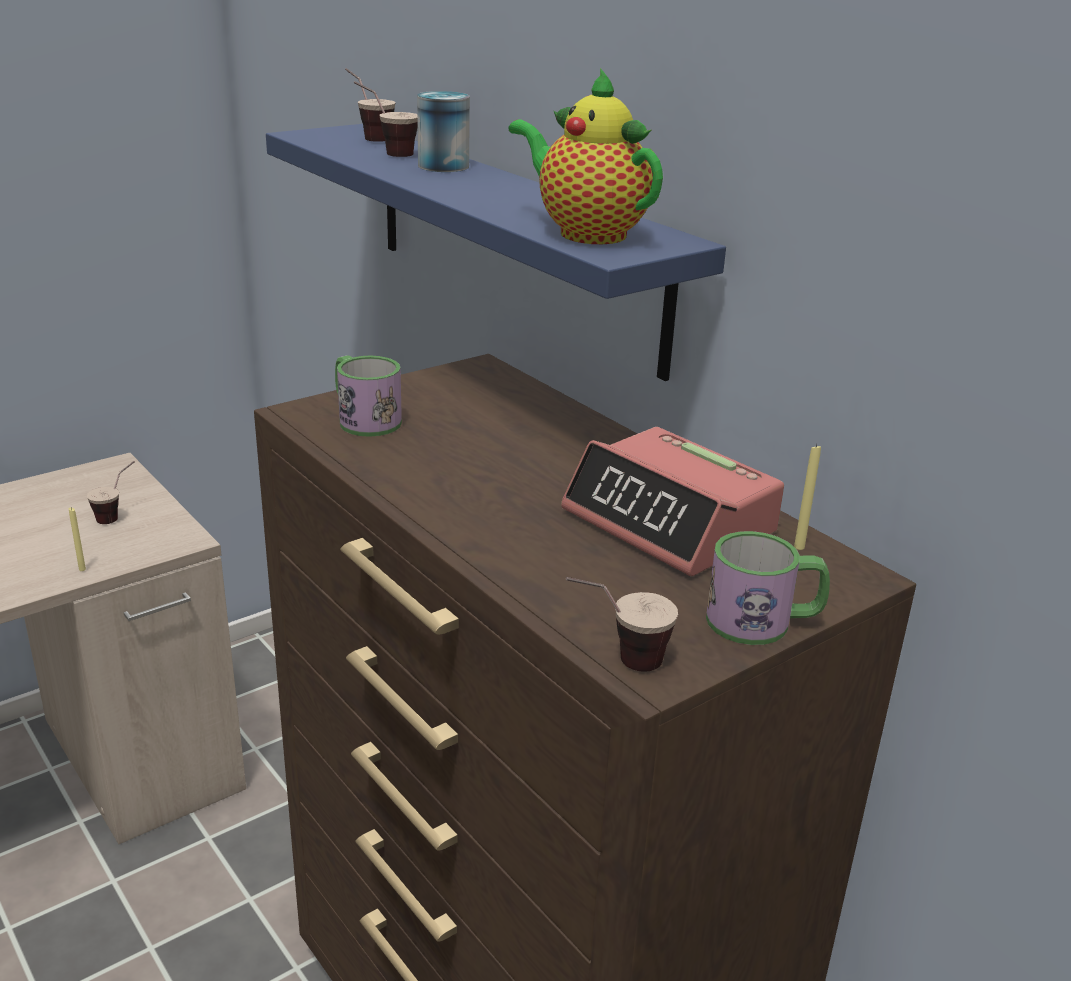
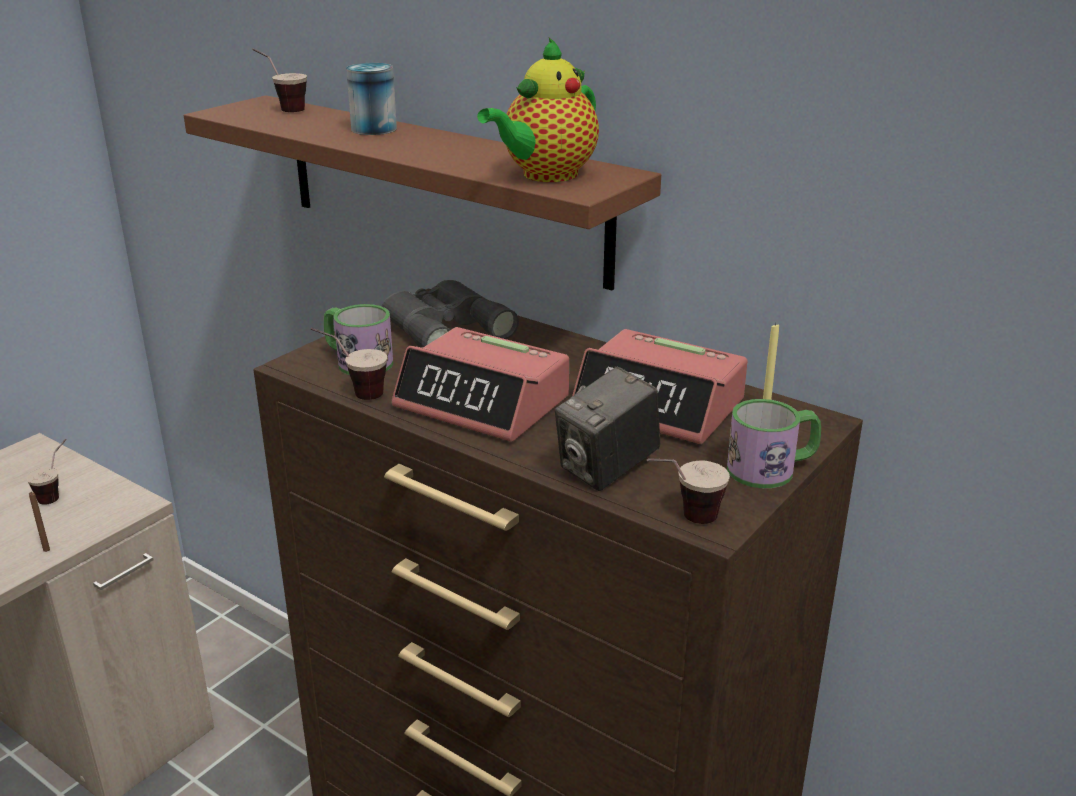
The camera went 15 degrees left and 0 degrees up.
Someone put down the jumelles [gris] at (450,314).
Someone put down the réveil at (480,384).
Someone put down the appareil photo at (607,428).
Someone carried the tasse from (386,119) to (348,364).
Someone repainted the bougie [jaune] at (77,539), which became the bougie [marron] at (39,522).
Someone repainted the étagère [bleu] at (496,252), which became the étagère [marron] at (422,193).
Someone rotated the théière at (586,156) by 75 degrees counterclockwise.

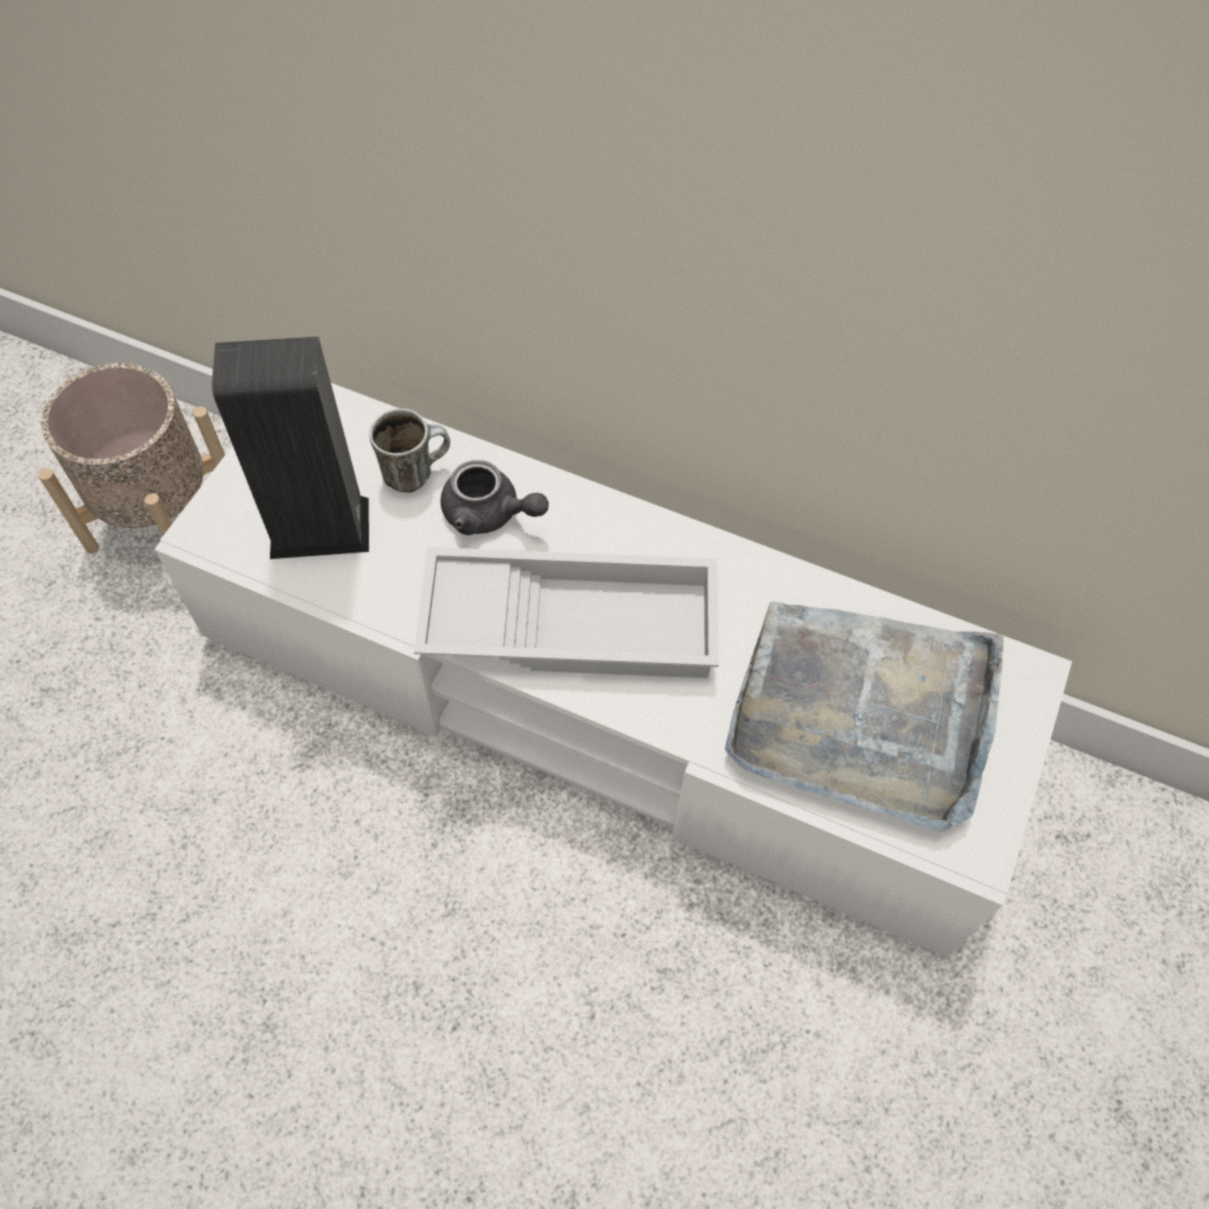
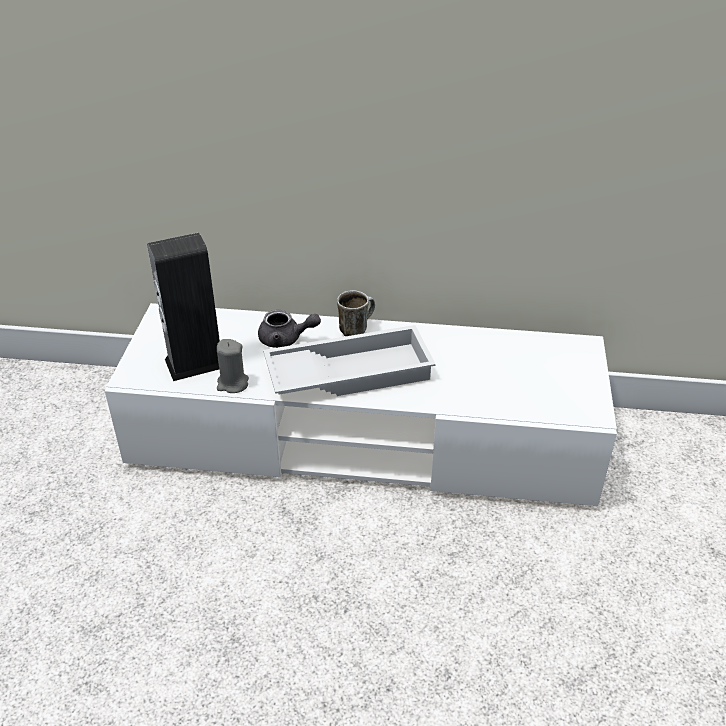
The camera went 15 degrees left and 20 degrees down.
Someone took away the cache-pot [beige] at (131,458).
Someone took away the plateau [gris] at (864,716).
Someone put down the bougie [gris] at (233,366).
Someone carried the mug from (409,451) to (356,313).

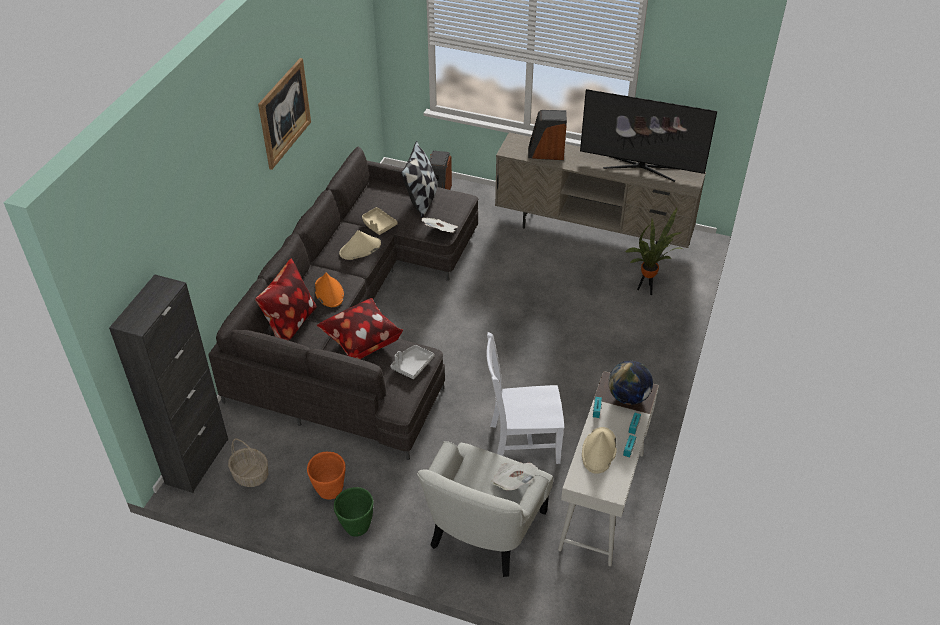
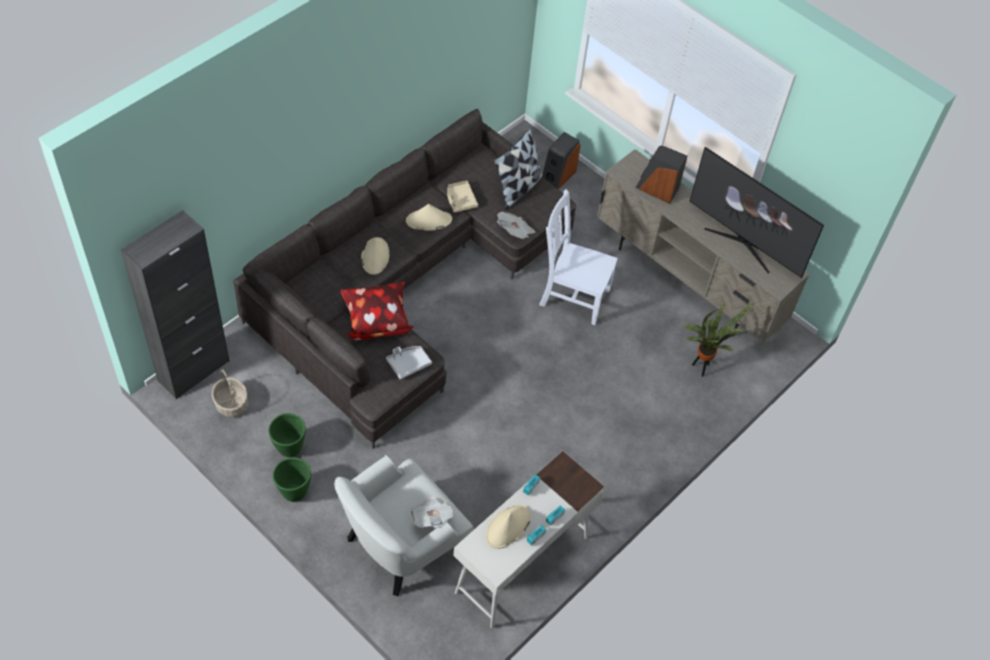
The camera went 20 degrees right and 10 degrees up.
Someone took away the coussin at (286,299).
Someone took away the tableau at (284,114).
Someone took away the globe at (630,383).
Someone carried the chaise [blanc] from (525,398) to (578,257).
Someone repainted the cache-pot [orange] at (326,476), which became the cache-pot [vert] at (287,435).
Someone repainted the chapeau [orange] at (329,290), which became the chapeau [beige] at (375,256).

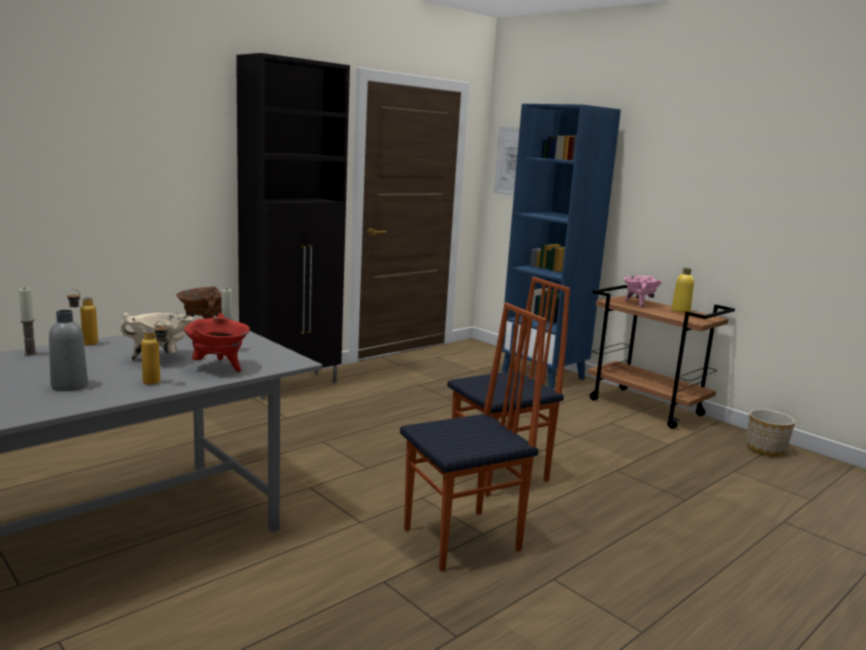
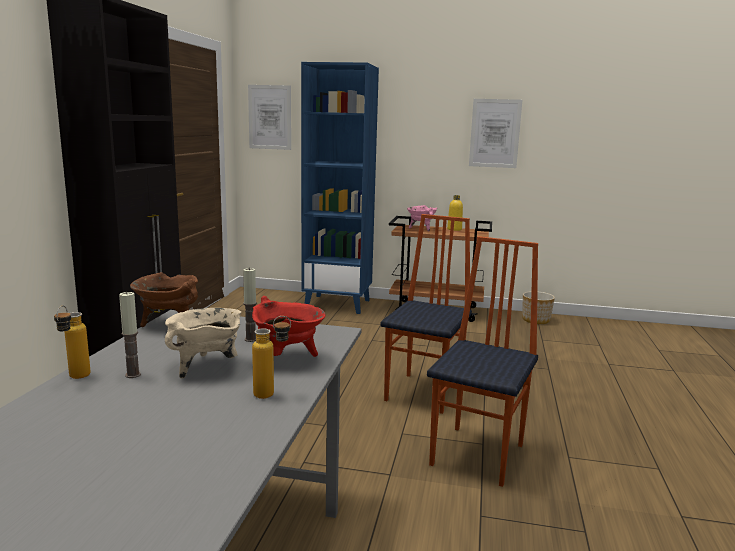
The camera went 35 degrees left and 0 degrees up.
Someone took away the bouteille [gris] at (68,350).
Someone put up the tableau at (495,133).
Someone carried the bougie from (28,321) to (130,334).

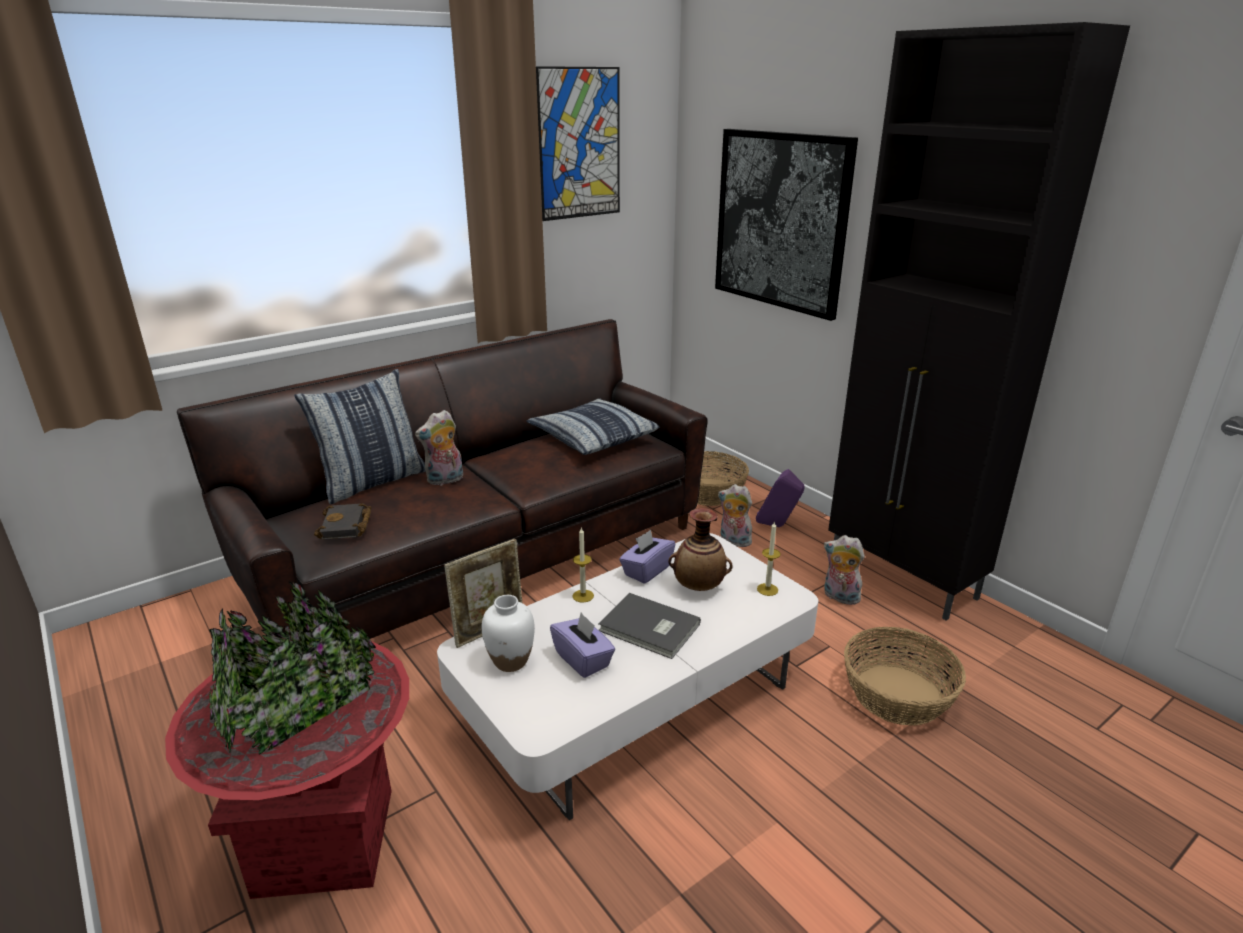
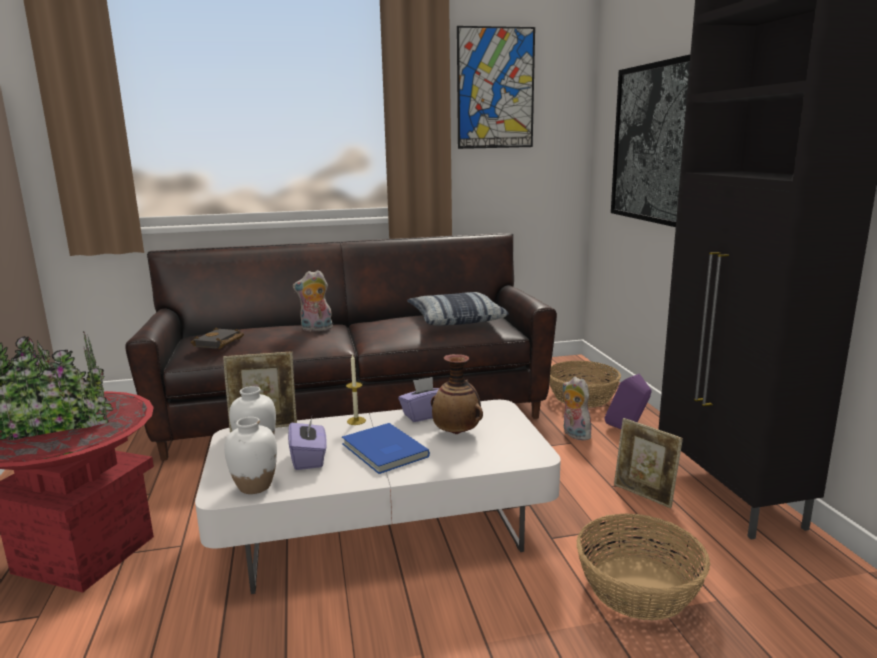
The camera went 25 degrees right and 10 degrees down.
Someone took away the coussin at (360,436).
Someone took away the bougie at (769,558).
Someone put down the vase [blanc] at (250,455).
Someone swapped the peluche at (844,570) for the cadre photo at (648,463).
Someone repainted the livre [gris] at (649,626), which became the livre [bleu] at (386,448).

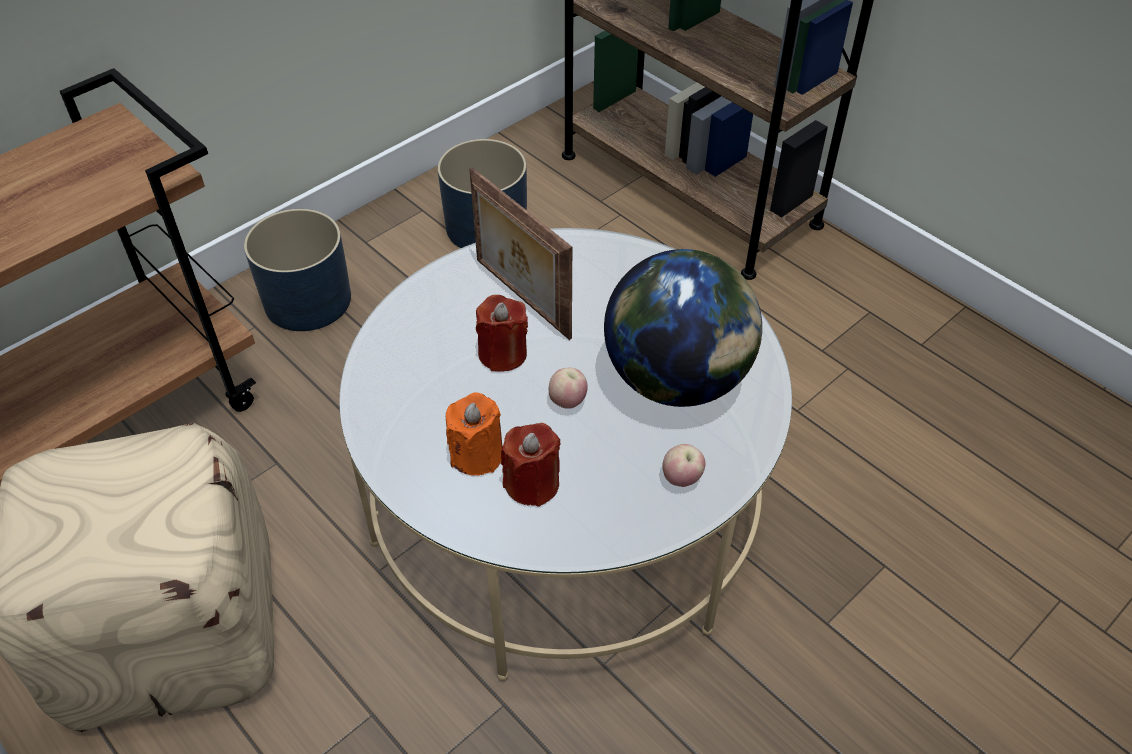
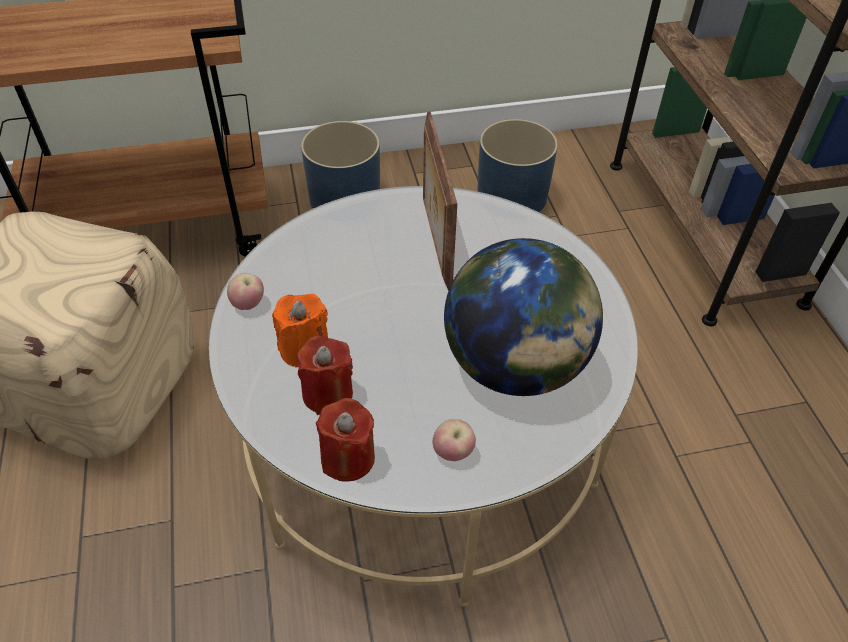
The camera went 30 degrees right and 0 degrees up.
Someone carried the bougie [rouge] from (502,333) to (345,440).
Someone carried the pomme from (568,388) to (245,291).

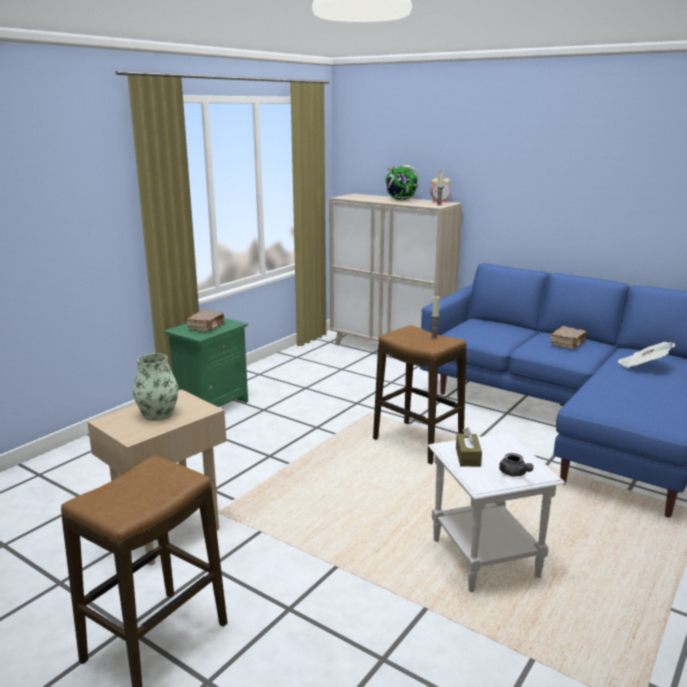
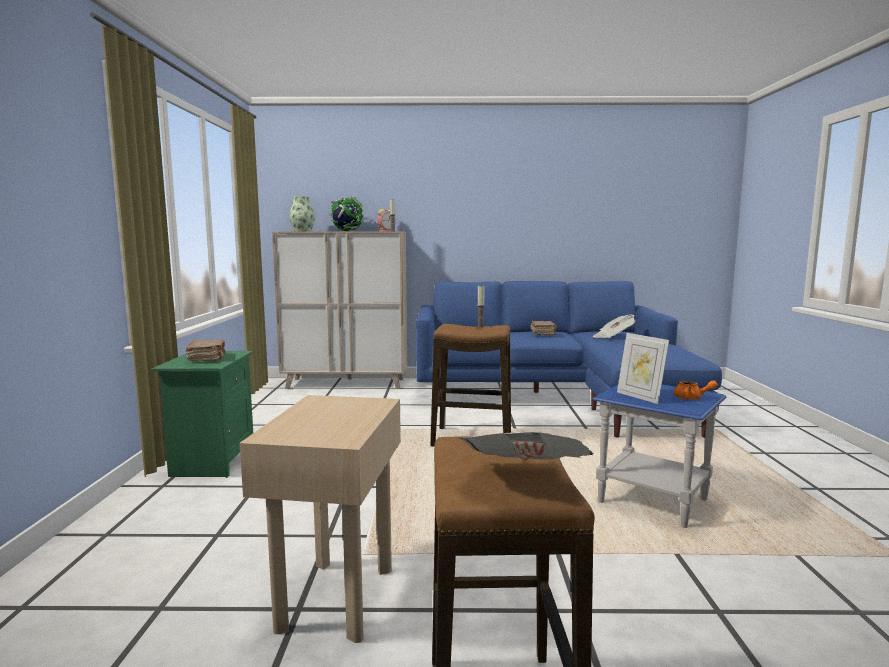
The camera went 35 degrees left and 10 degrees down.
Someone put down the journal at (526,446).
Someone carried the vase from (156,386) to (302,213).
Someone swapped the boîte à mouchoirs [marron] at (469,447) for the cadre photo at (643,368).
Someone repainted the table d'appoint [blanc] at (496,512), which became the table d'appoint [bleu] at (659,456).
Someone repainted the théière [gris] at (516,464), which became the théière [orange] at (696,390).

